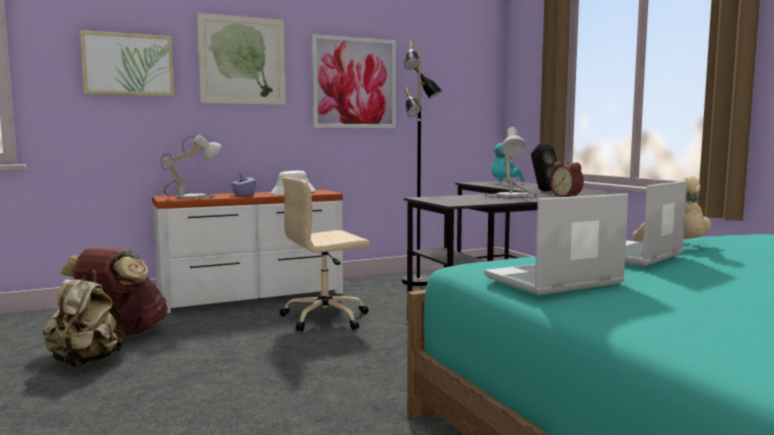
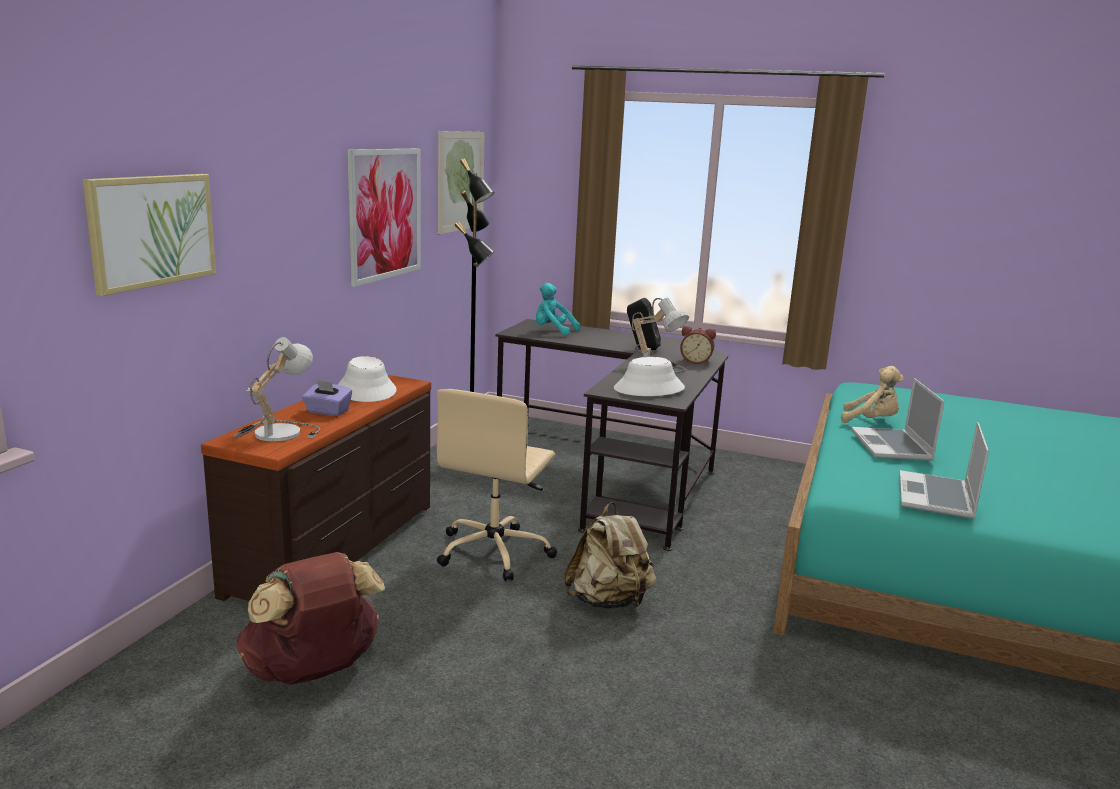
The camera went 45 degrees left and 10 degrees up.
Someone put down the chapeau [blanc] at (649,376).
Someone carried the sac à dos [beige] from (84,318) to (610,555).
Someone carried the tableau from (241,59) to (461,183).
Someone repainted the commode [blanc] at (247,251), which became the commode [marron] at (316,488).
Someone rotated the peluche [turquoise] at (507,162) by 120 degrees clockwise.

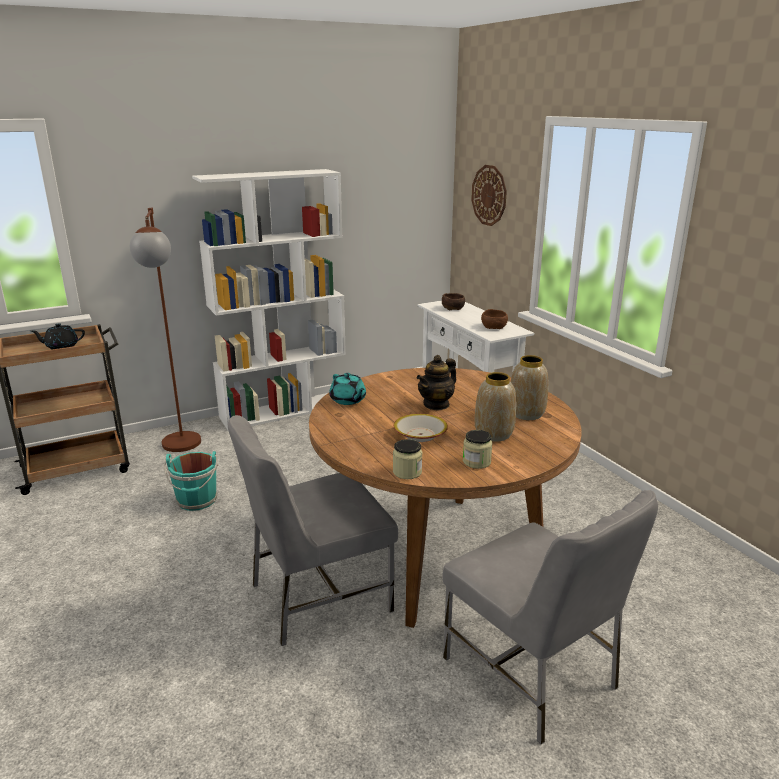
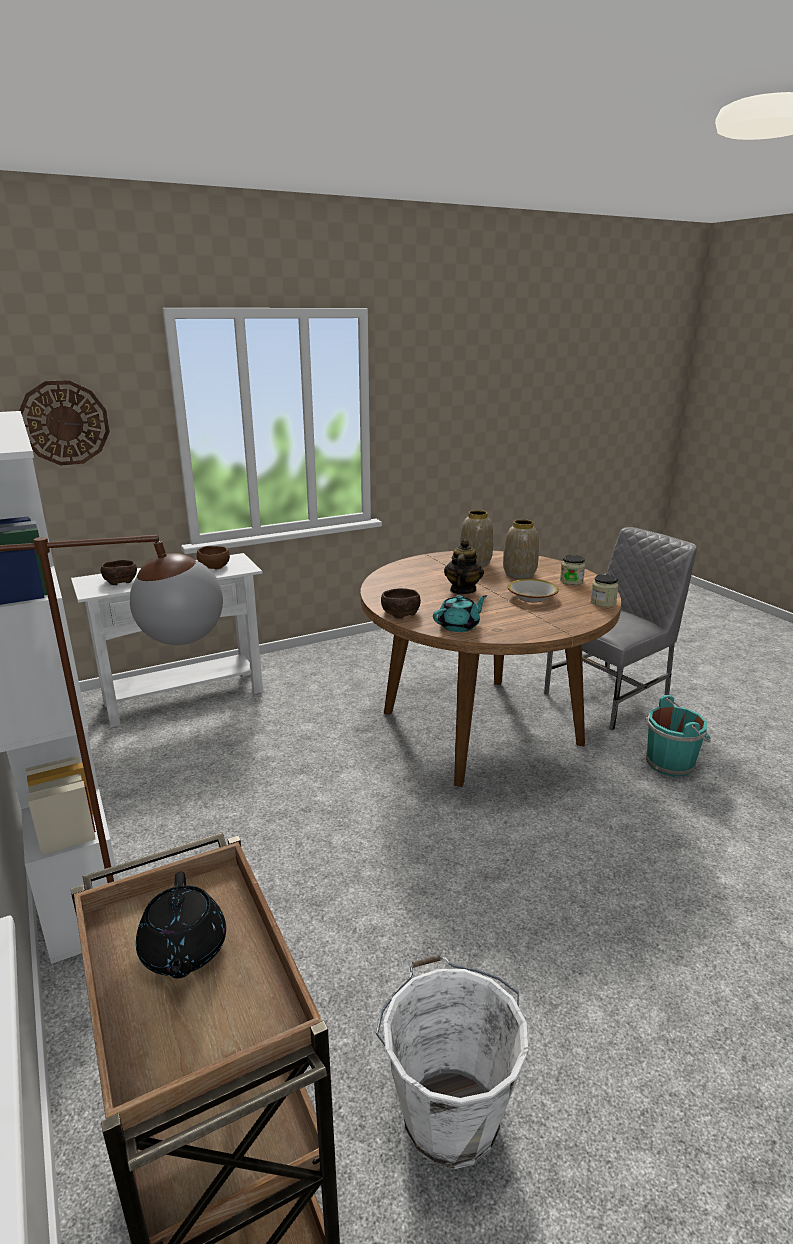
The camera went 90 degrees left and 0 degrees up.
Someone took away the chaise [gris] at (313,530).
Someone put down the seau [blanc] at (452,1062).
Someone put down the bol [marron] at (401,603).
Someone carried the seau [turquoise] from (191,481) to (677,736).
Someone rotated the théière at (436,383) by 120 degrees counterclockwise.

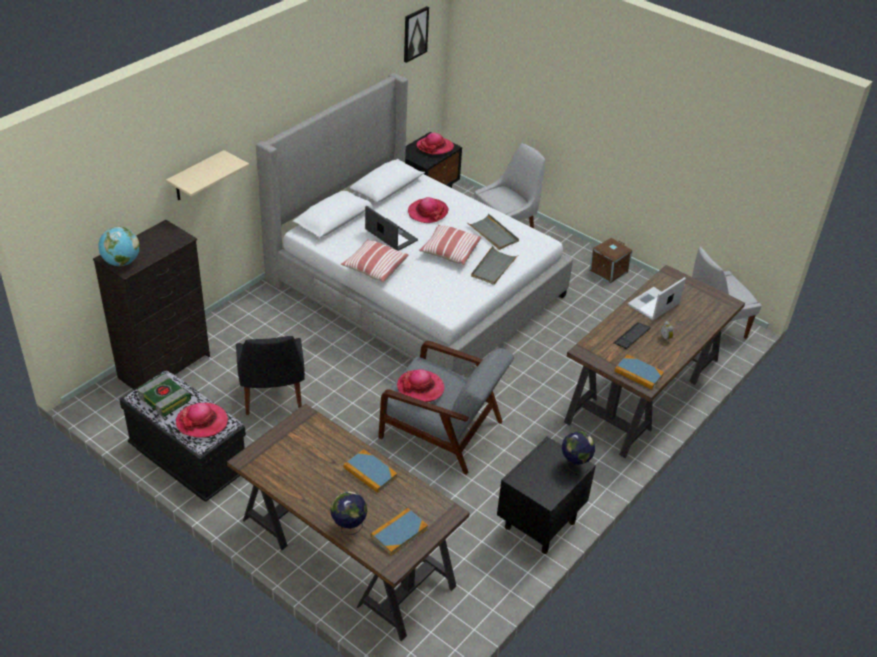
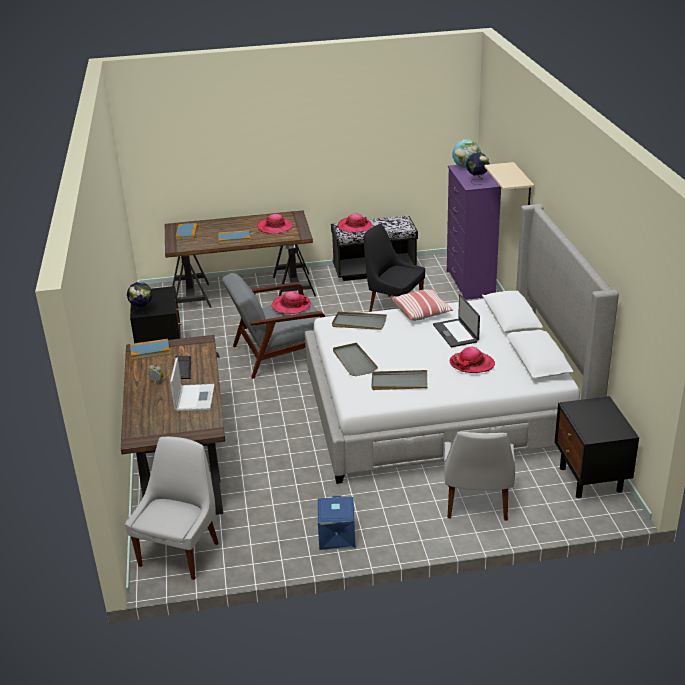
The camera went 135 degrees right and 10 degrees down.
Someone took away the livre at (164,395).
Someone took away the tableau at (416,34).
Someone took away the coussin at (450,245).
Someone put down the plateau [gris] at (359,321).
Someone carried the globe from (348,513) to (478,168).
Someone carried the chapeau from (435,144) to (274,224).
Someone repainted the commode [noir] at (151,305), which became the commode [violet] at (474,232).
Someone repainted the boîte de rangement [marron] at (610,260), which became the boîte de rangement [bleu] at (337,523).
Someone rotated the ordinateur portable at (391,228) by 75 degrees clockwise.

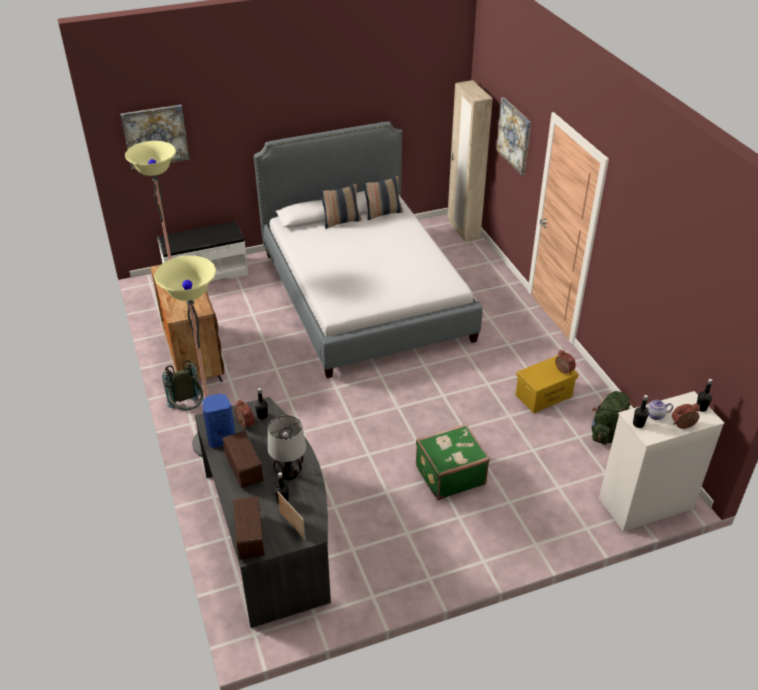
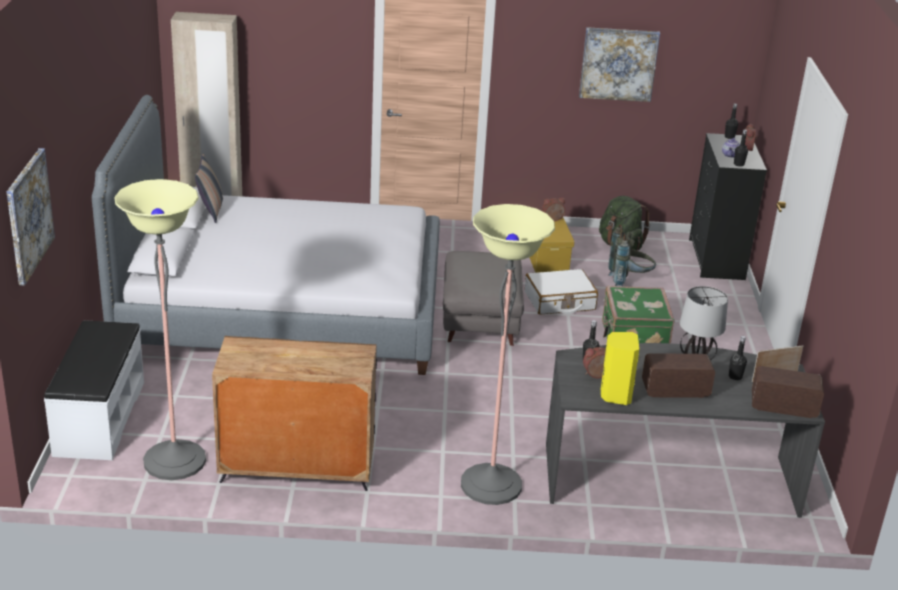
The camera went 70 degrees left and 10 degrees down.
Someone took away the coussin at (341,206).
Someone put down the pouf [gris] at (483,298).
Someone put down the valise [blanc] at (561,292).
Someone carried the sac à dos [gris] from (182,385) to (632,255).
Someone carried the tableau from (513,136) to (619,64).
Someone repainted the enceinte [bleu] at (219,421), which became the enceinte [jaune] at (620,368).
Someone repainted the commode [blanc] at (661,461), which became the commode [noir] at (728,206).

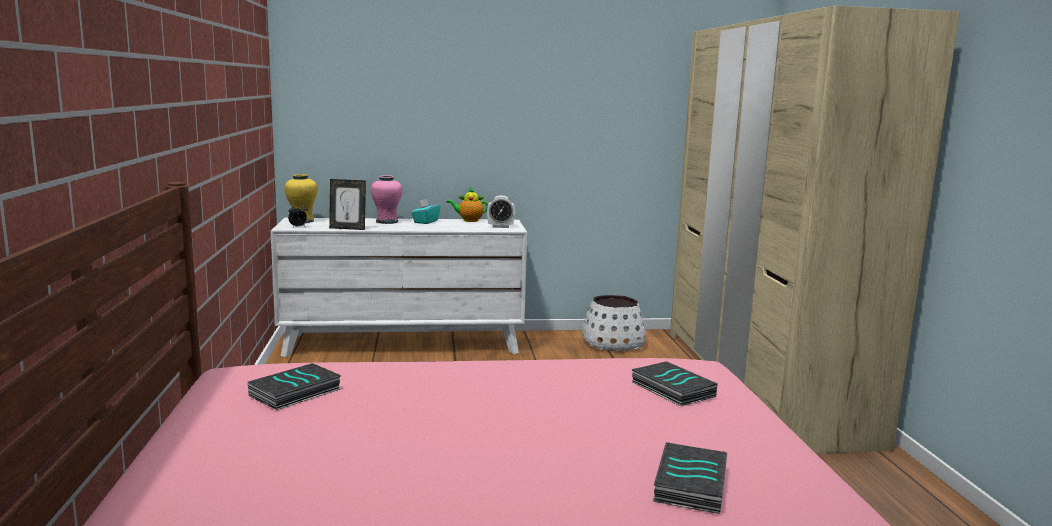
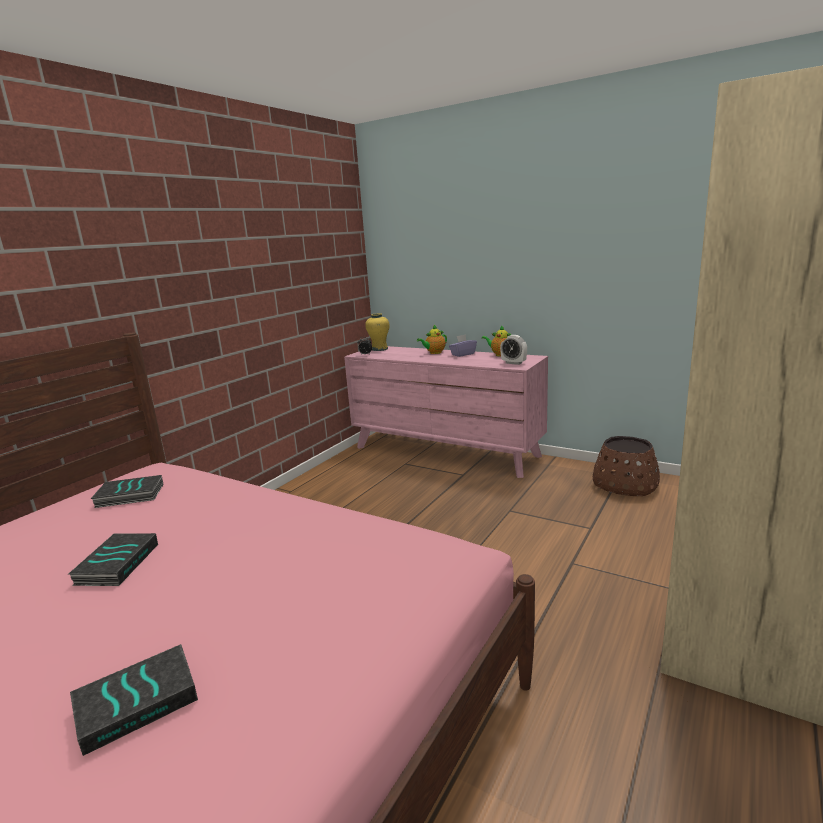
The camera went 40 degrees right and 5 degrees up.
Someone took away the cadre photo at (347,204).
Someone carried the livre from (675,383) to (112,559).
Someone swapped the vase [rose] at (386,199) for the théière at (432,339).
Someone repainted the commode [blanc] at (399,287), which became the commode [rose] at (446,412).
Someone repainted the boîte à mouchoirs [turquoise] at (425,211), which became the boîte à mouchoirs [violet] at (463,345).
Someone repainted the cache-pot [blanc] at (614,323), which became the cache-pot [marron] at (626,466).

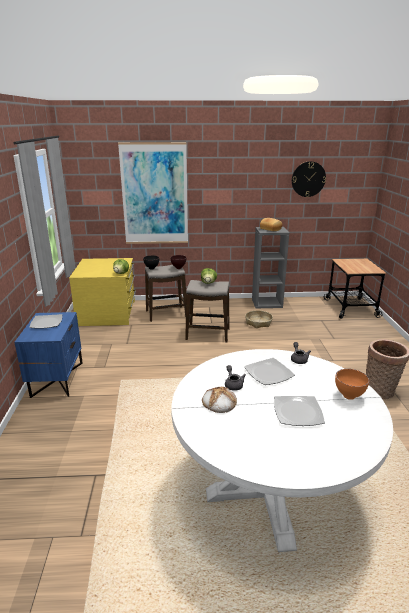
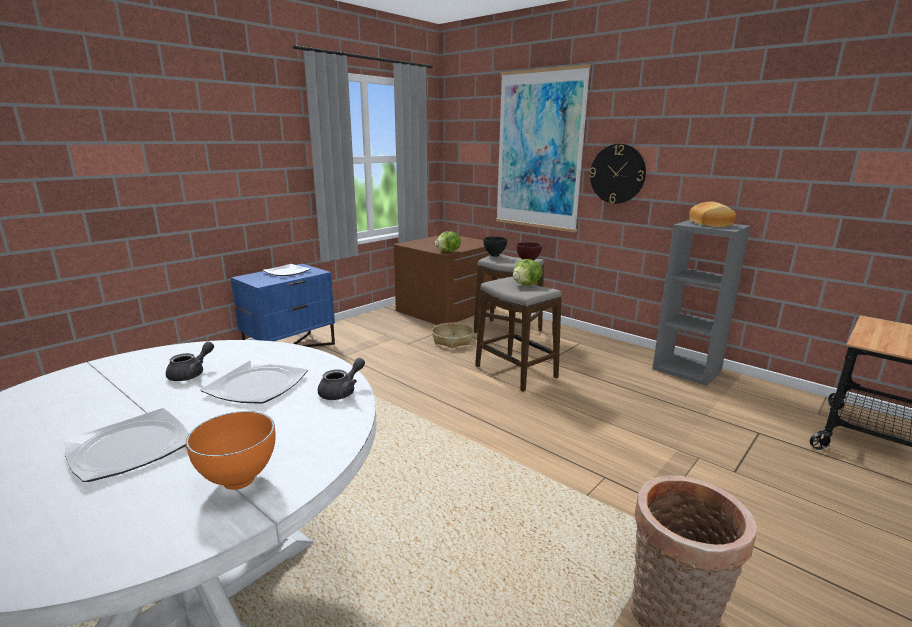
The camera went 45 degrees right and 5 degrees down.
Someone took away the pain at (219,400).
Someone carried the panier from (259,319) to (453,335).
Someone carried the horloge murale from (309,179) to (618,174).
Someone repainted the commode [jaune] at (102,292), which became the commode [marron] at (444,280).

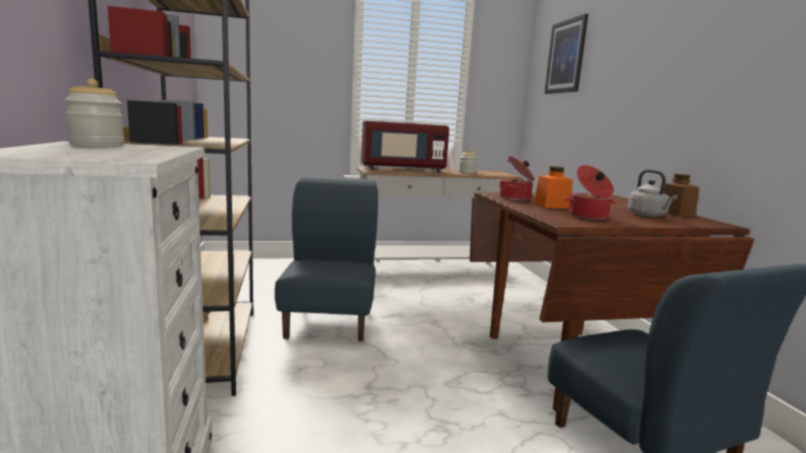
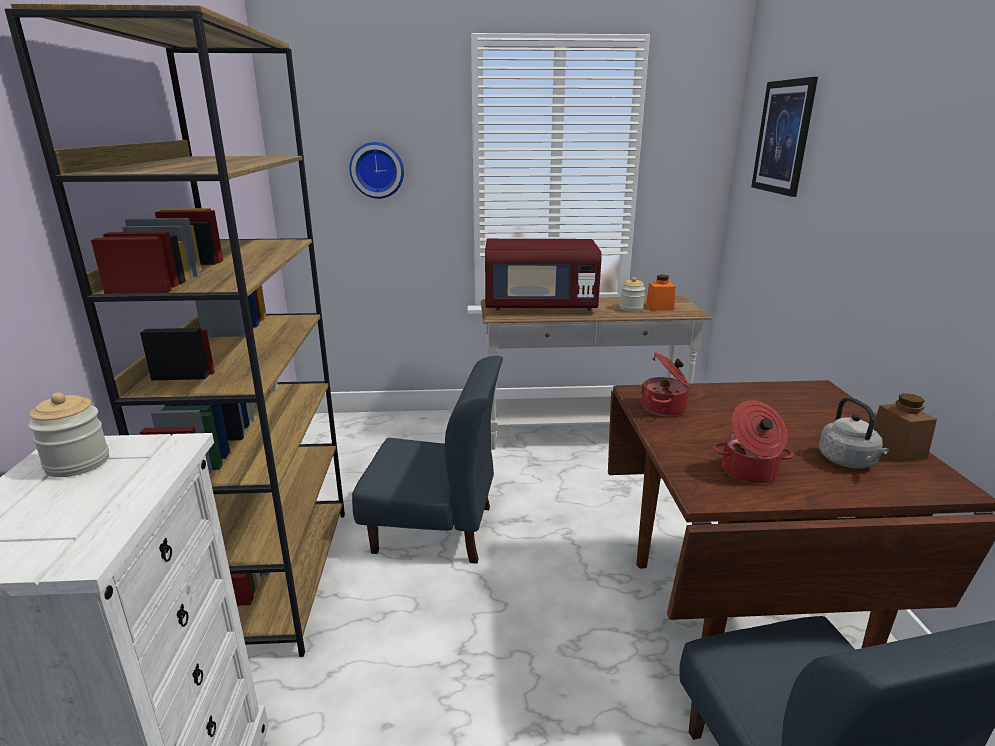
The camera went 10 degrees right and 10 degrees up.
Someone put up the horloge murale at (377,170).
Someone carried the bocal [orange] from (553,187) to (660,293).
Someone rotated the chaise [bleu] at (326,258) by 90 degrees clockwise.

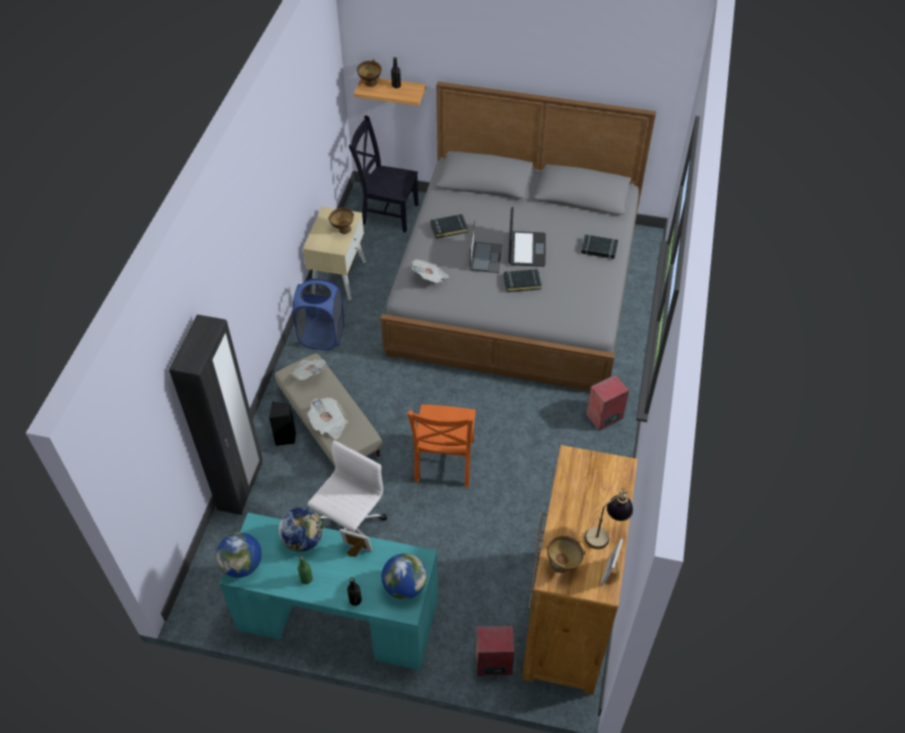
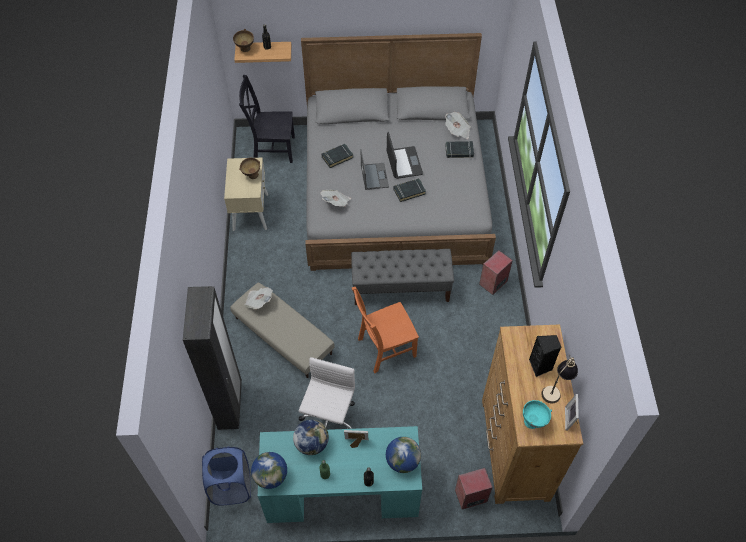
The camera went 15 degrees left and 5 degrees up.
Someone put down the banc [gris] at (402,277).
Someone carried the enceinte [noir] from (282,423) to (545,356).
Someone carried the panier à linge [bleu] from (318,314) to (226,476).
Someone carried the journal from (328,418) to (458,125).
Someone repainted the bol [marron] at (566,554), which became the bol [turquoise] at (537,414).
Someone rotated the chaise [orange] at (441,445) by 75 degrees clockwise.

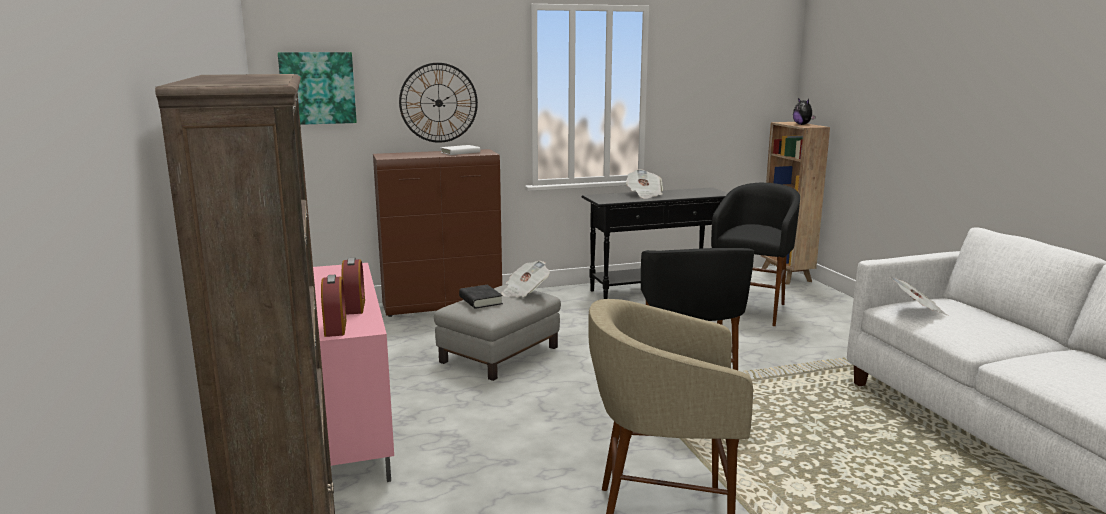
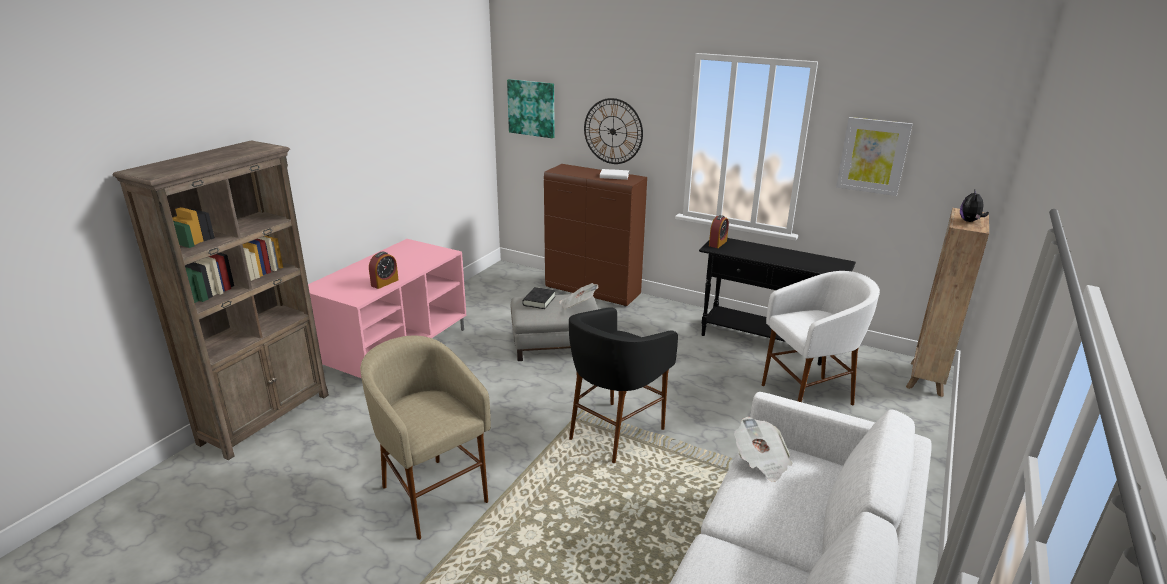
The camera went 45 degrees right and 10 degrees up.
Someone took away the journal at (644,184).
Someone put up the tableau at (874,156).
Someone carried the réveil from (334,306) to (719,231).
Someone repainted the tabouret [noir] at (755,254), which became the tabouret [blanc] at (821,338).

